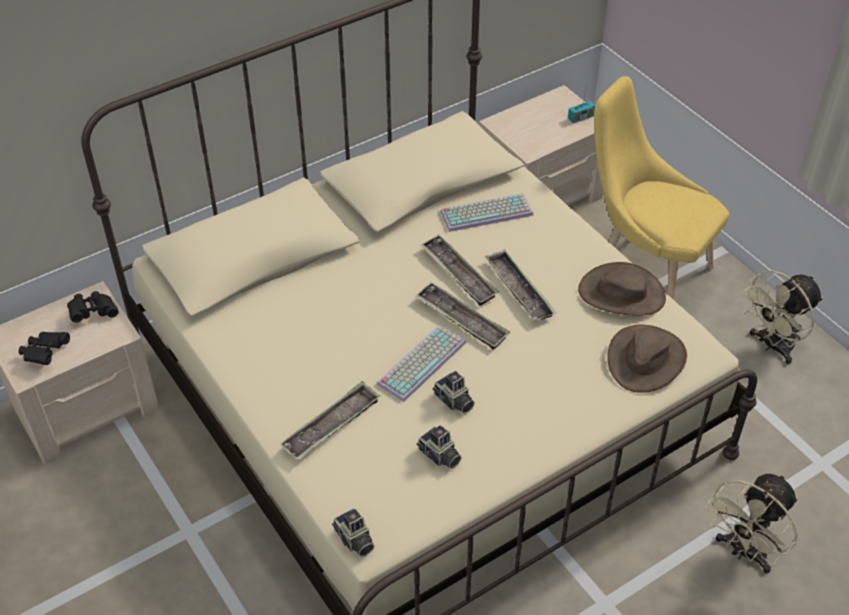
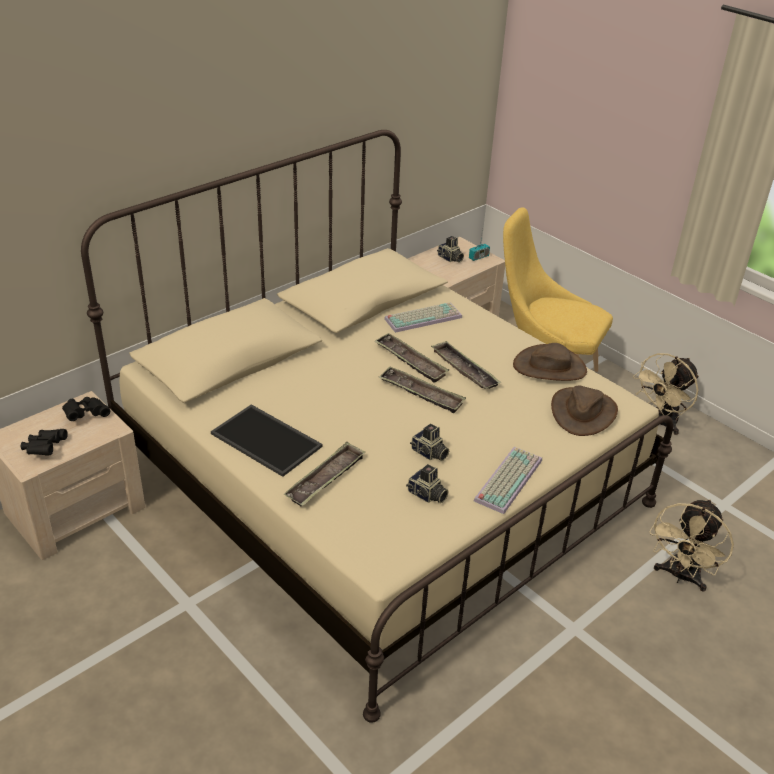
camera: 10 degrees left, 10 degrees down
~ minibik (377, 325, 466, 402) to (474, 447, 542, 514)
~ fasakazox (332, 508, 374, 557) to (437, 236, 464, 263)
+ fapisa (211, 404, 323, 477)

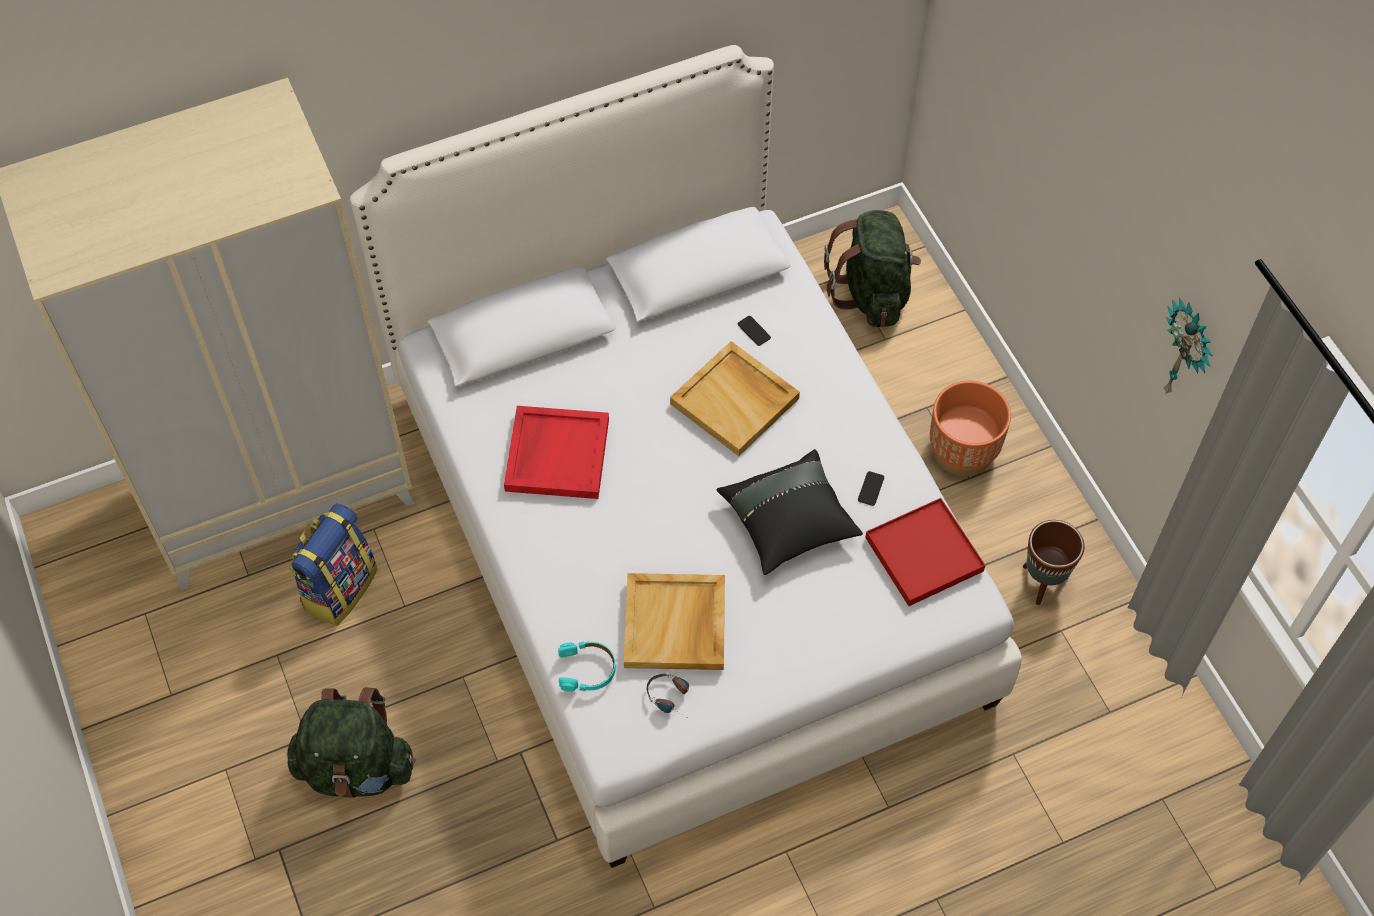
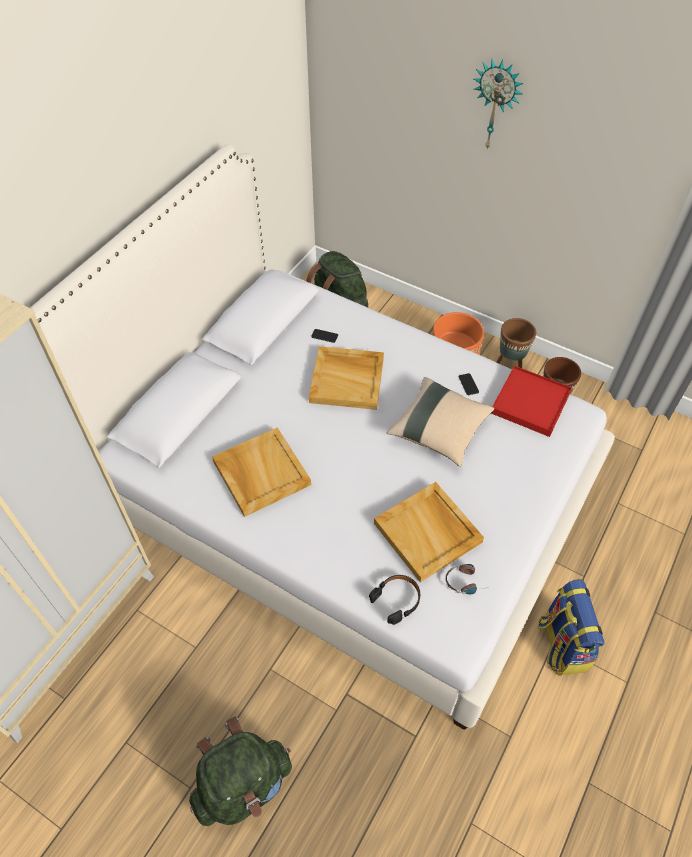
camera: 35 degrees left, 5 degrees down
~ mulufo (1163, 298, 1213, 394) to (474, 58, 524, 149)
~ red fapisa (504, 406, 609, 499) to beige fapisa (212, 428, 311, 517)
~ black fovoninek (716, 449, 863, 575) to beige fovoninek (387, 377, 495, 466)
~ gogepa (289, 504, 377, 626) to (537, 579, 605, 676)
~ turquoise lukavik (558, 641, 616, 692) to black lukavik (369, 575, 420, 625)
+ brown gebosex (496, 318, 536, 368)

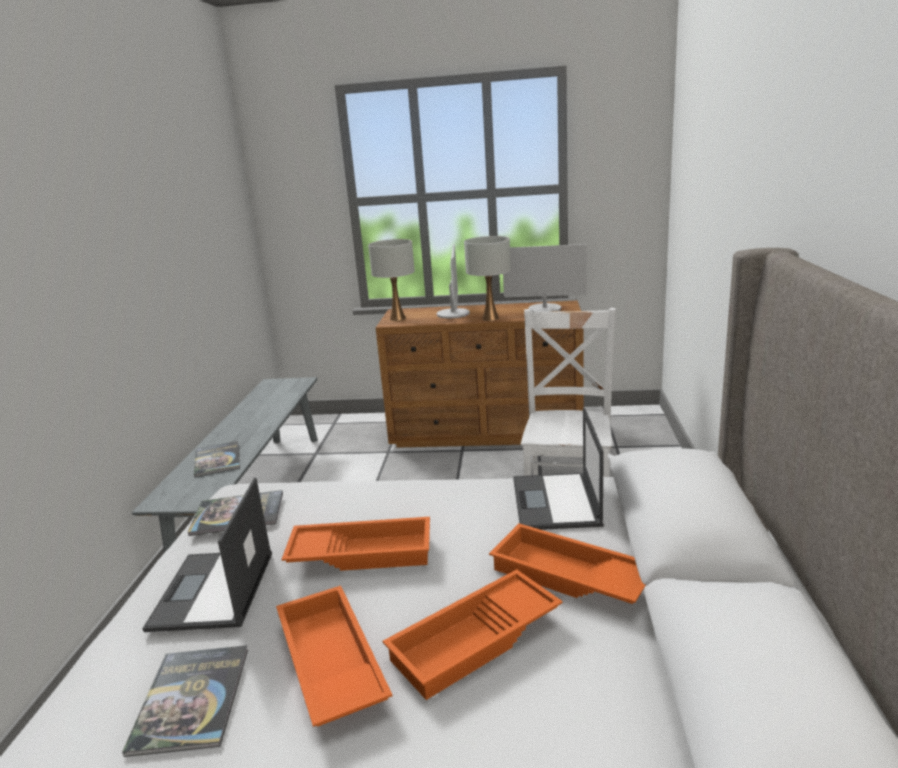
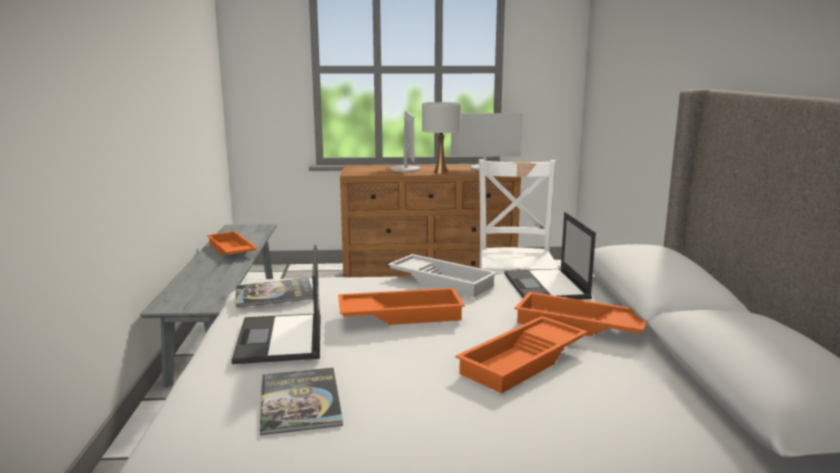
camera: 10 degrees left, 5 degrees down
- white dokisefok (368, 239, 415, 321)
- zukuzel (194, 441, 240, 477)
~ orange fapisa (276, 586, 392, 727) to (207, 231, 257, 255)
+ white fapisa (388, 254, 497, 298)

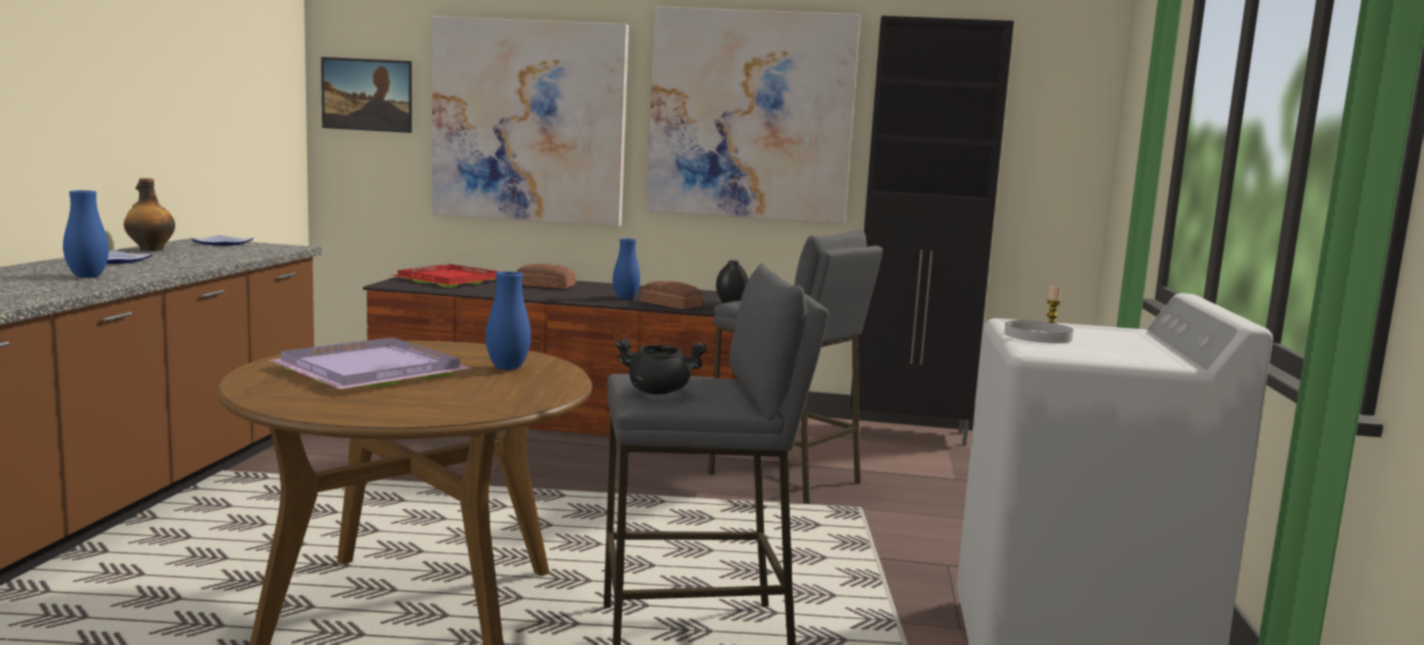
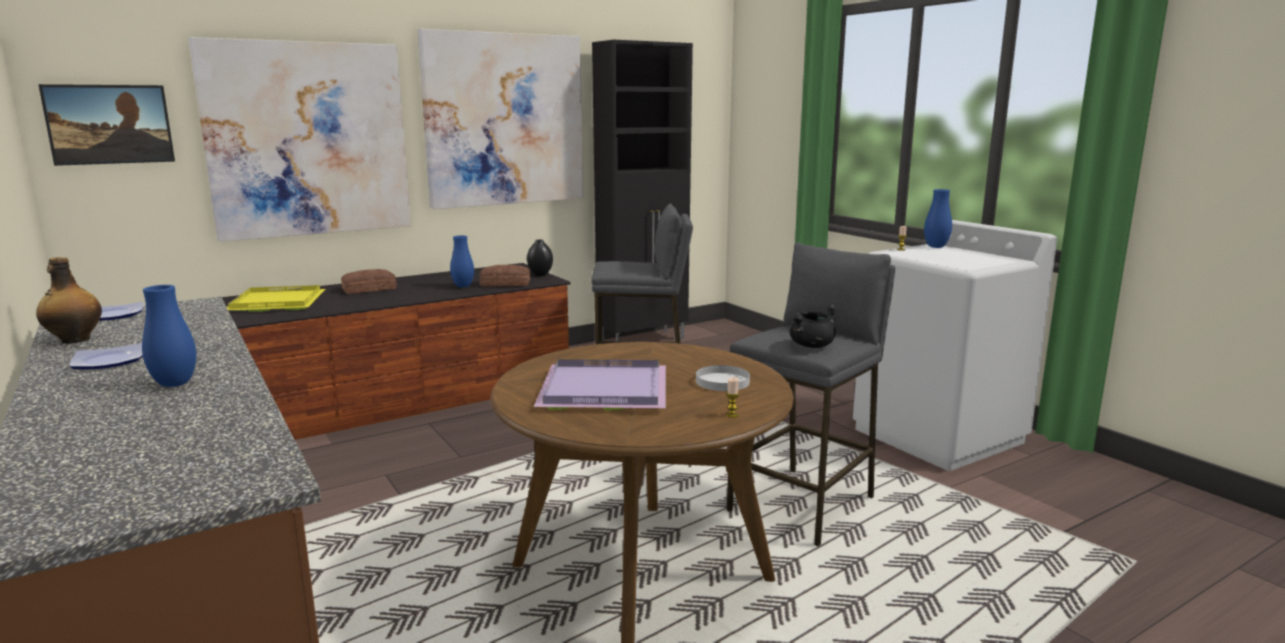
camera: 40 degrees left, 5 degrees up
~ red fapisa (392, 264, 499, 287) to yellow fapisa (227, 285, 326, 312)
~ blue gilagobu (486, 271, 531, 370) to (924, 189, 952, 248)
~ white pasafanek (1004, 320, 1073, 343) to (696, 365, 750, 391)
+ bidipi (726, 377, 739, 418)

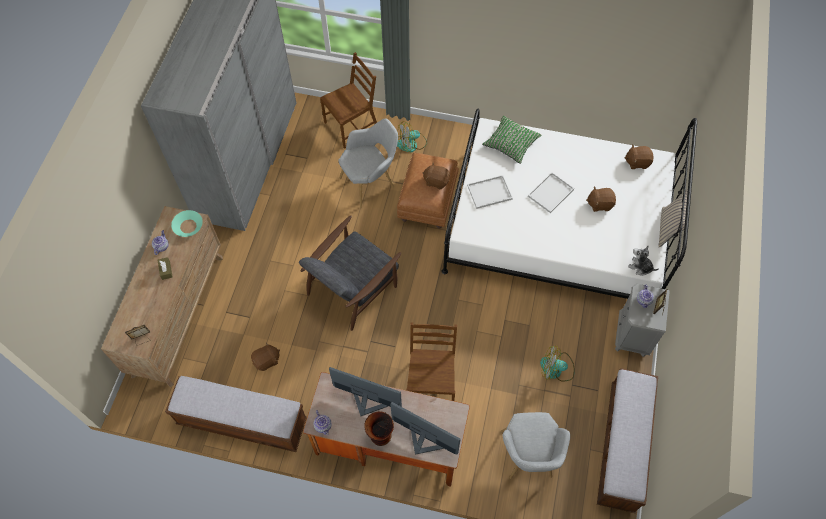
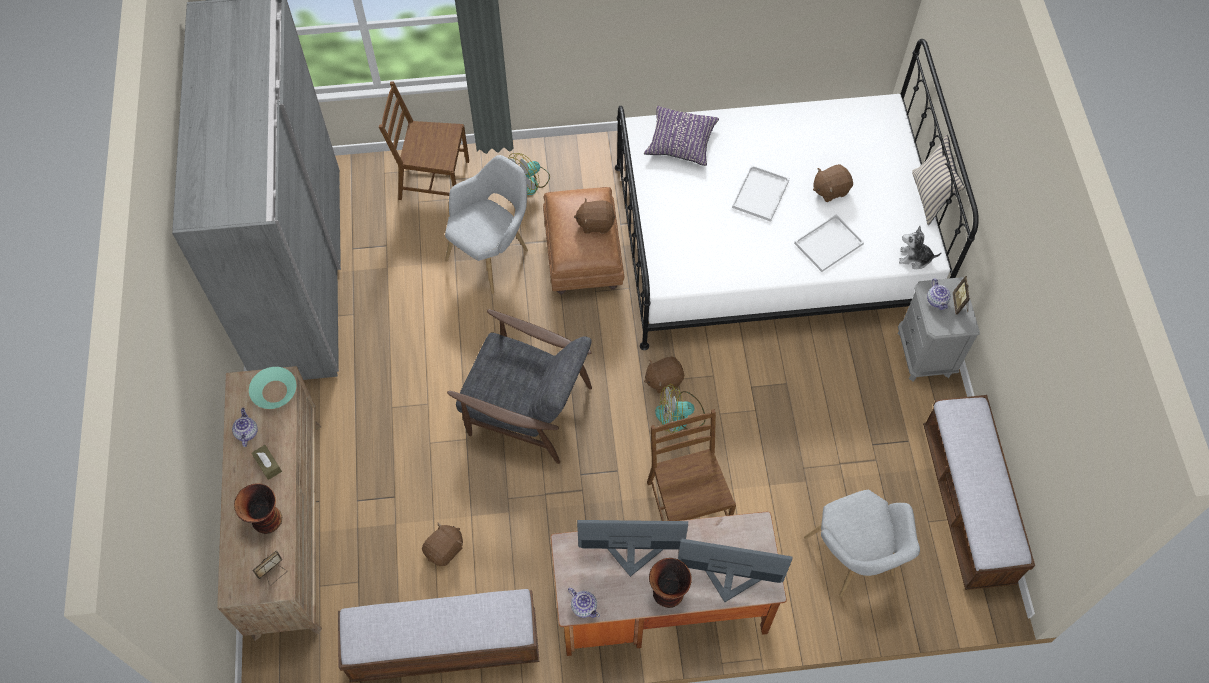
camera: 20 degrees left, 0 degrees up
~ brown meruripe (320, 52, 377, 149) = (379, 81, 469, 200) 120 degrees counterclockwise
~ green fovoninek (482, 115, 541, 164) to purple fovoninek (644, 106, 719, 166)
~ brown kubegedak (625, 145, 653, 169) to (644, 356, 684, 393)
~ white fapisa (467, 175, 513, 209) to (794, 214, 864, 272)
~ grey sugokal (299, 215, 401, 331) = (447, 309, 592, 464) 90 degrees counterclockwise
~ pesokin (540, 346, 575, 382) to (655, 384, 706, 434)
+ gilagobu (234, 483, 282, 534)

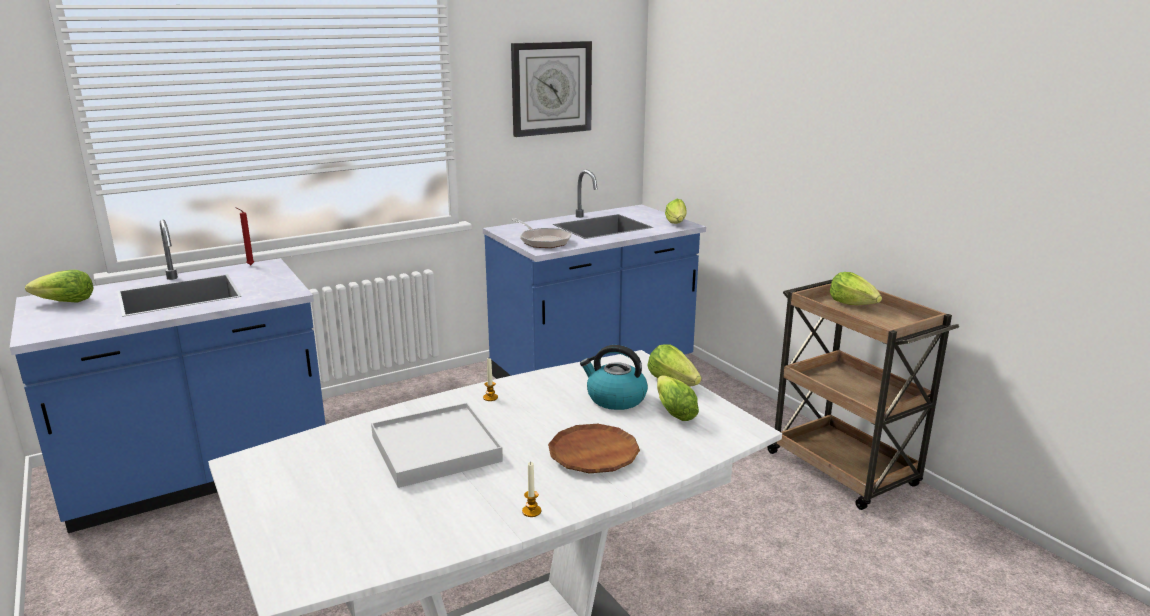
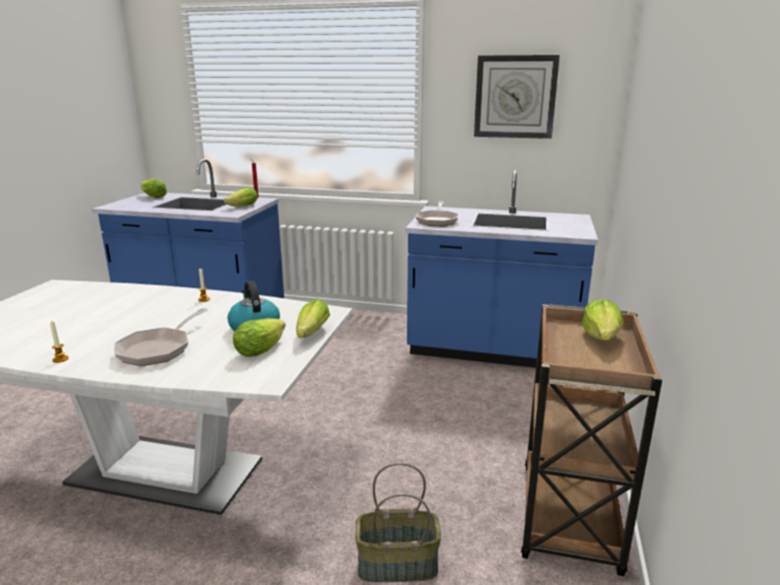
camera: 45 degrees right, 0 degrees up
~ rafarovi (665, 199, 687, 224) to (224, 187, 257, 206)
- white fapisa (371, 403, 503, 488)
~ brown pasafanek (548, 424, 640, 473) to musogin (114, 308, 208, 366)
+ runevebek (355, 463, 441, 583)

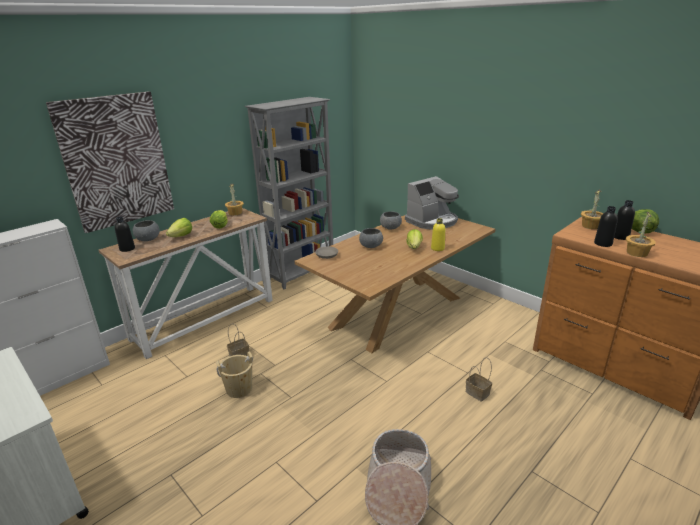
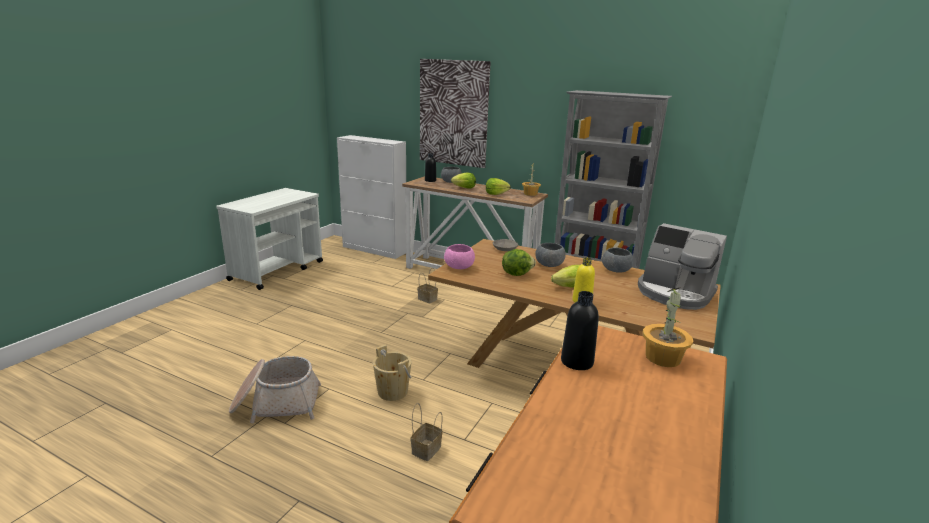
camera: 70 degrees right, 5 degrees down
- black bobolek (614, 200, 635, 240)
~ rafarovi (632, 209, 659, 233) to (502, 249, 536, 276)
- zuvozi (626, 212, 656, 257)
~ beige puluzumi (216, 351, 253, 398) to (373, 345, 412, 401)
+ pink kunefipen (444, 244, 475, 269)

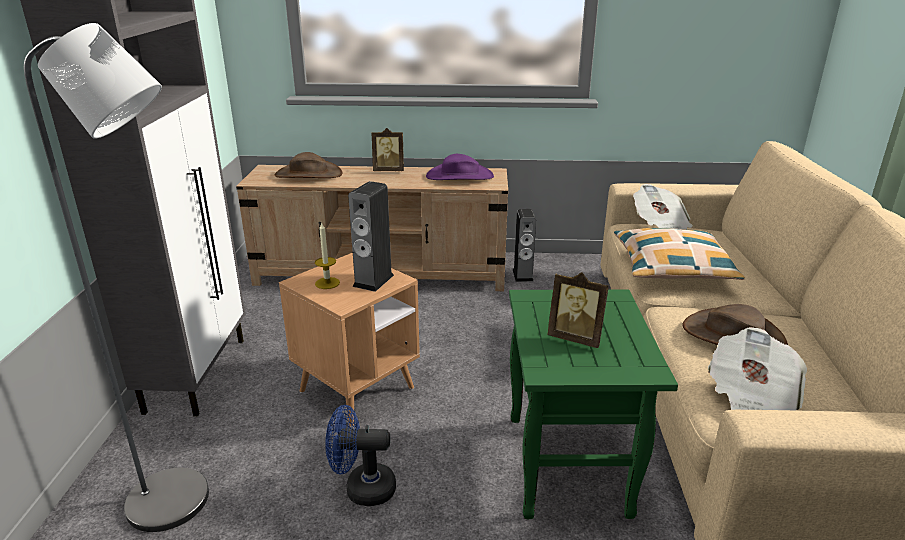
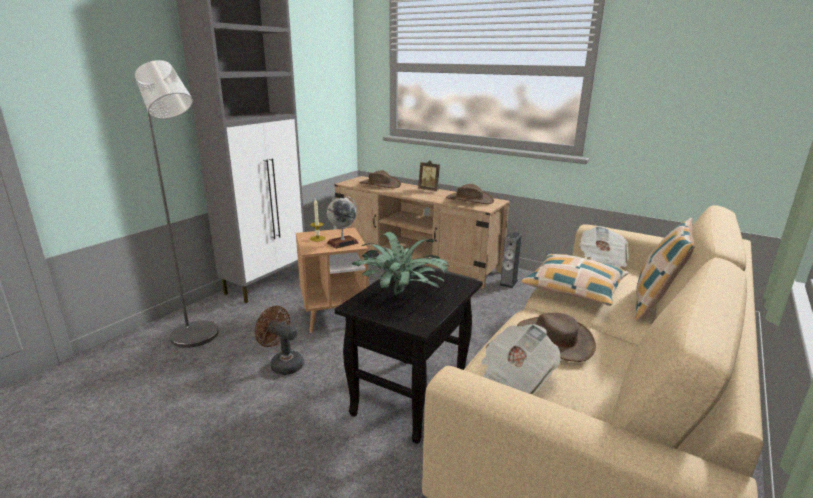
camera: 30 degrees right, 5 degrees down
~ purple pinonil (426, 154, 494, 180) to brown pinonil (446, 184, 494, 204)
~ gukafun (348, 181, 394, 292) to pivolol (327, 196, 359, 249)
~ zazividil (547, 272, 609, 348) to zuvozi (352, 232, 449, 297)
~ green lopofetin (509, 290, 678, 519) to black lopofetin (335, 266, 483, 444)
~ blue pesokin (325, 405, 396, 506) to brown pesokin (255, 306, 304, 375)
+ fovoninek (636, 218, 695, 321)

